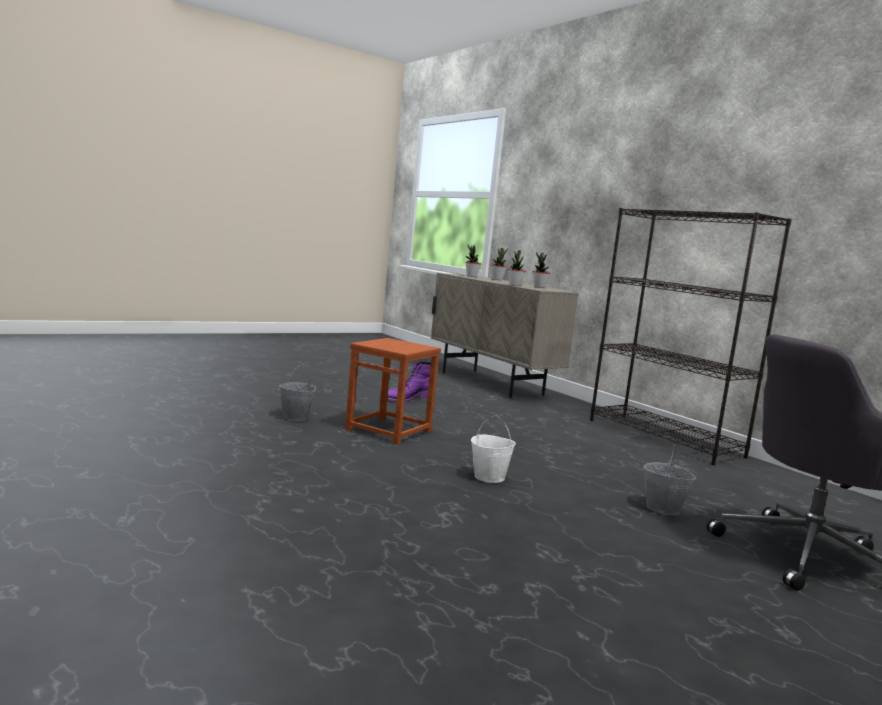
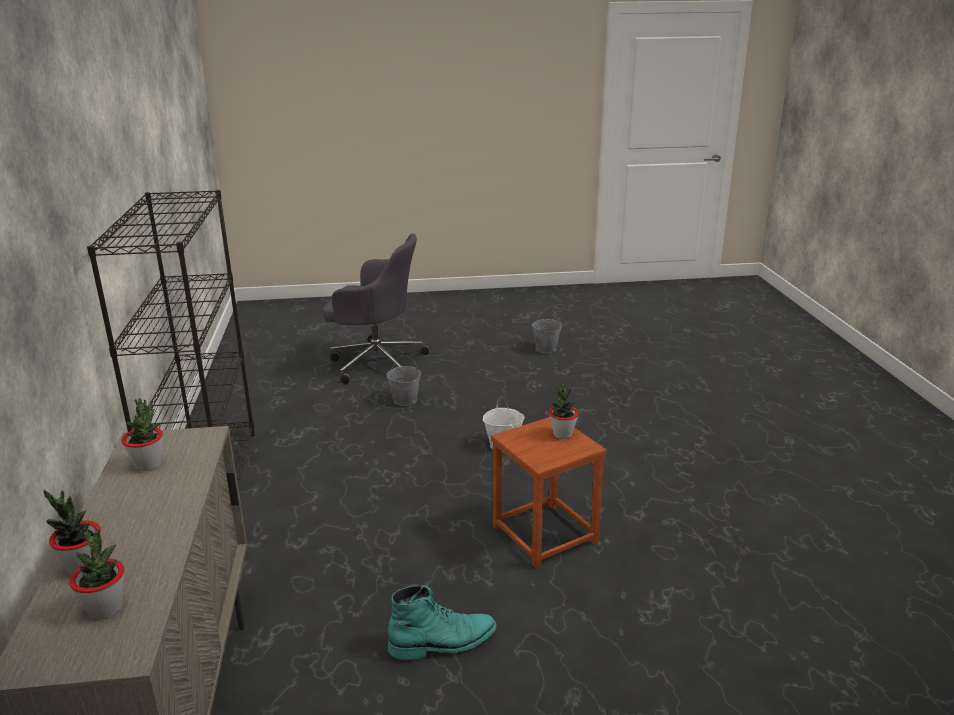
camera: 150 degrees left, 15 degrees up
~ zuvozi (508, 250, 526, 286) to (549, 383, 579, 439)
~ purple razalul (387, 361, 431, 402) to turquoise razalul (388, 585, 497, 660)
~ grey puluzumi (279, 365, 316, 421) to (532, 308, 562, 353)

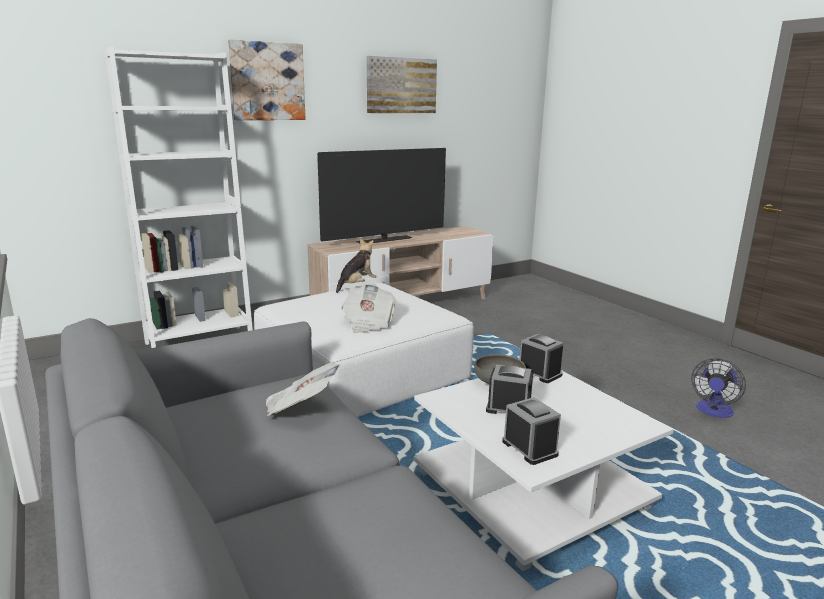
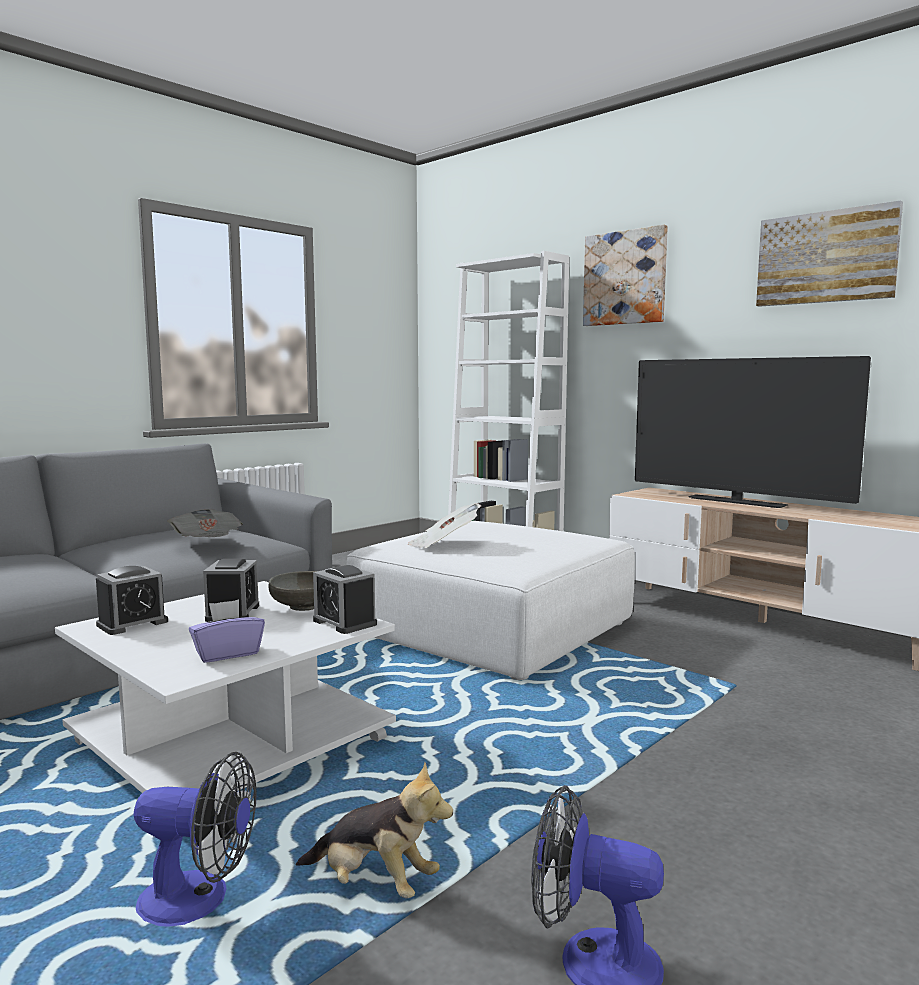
camera: 75 degrees right, 10 degrees down
~ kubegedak (336, 239, 377, 293) to (296, 762, 453, 899)
~ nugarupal (519, 334, 564, 383) = (313, 565, 377, 634) 105 degrees clockwise
+ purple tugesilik (189, 600, 265, 663)
+ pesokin (134, 752, 257, 926)

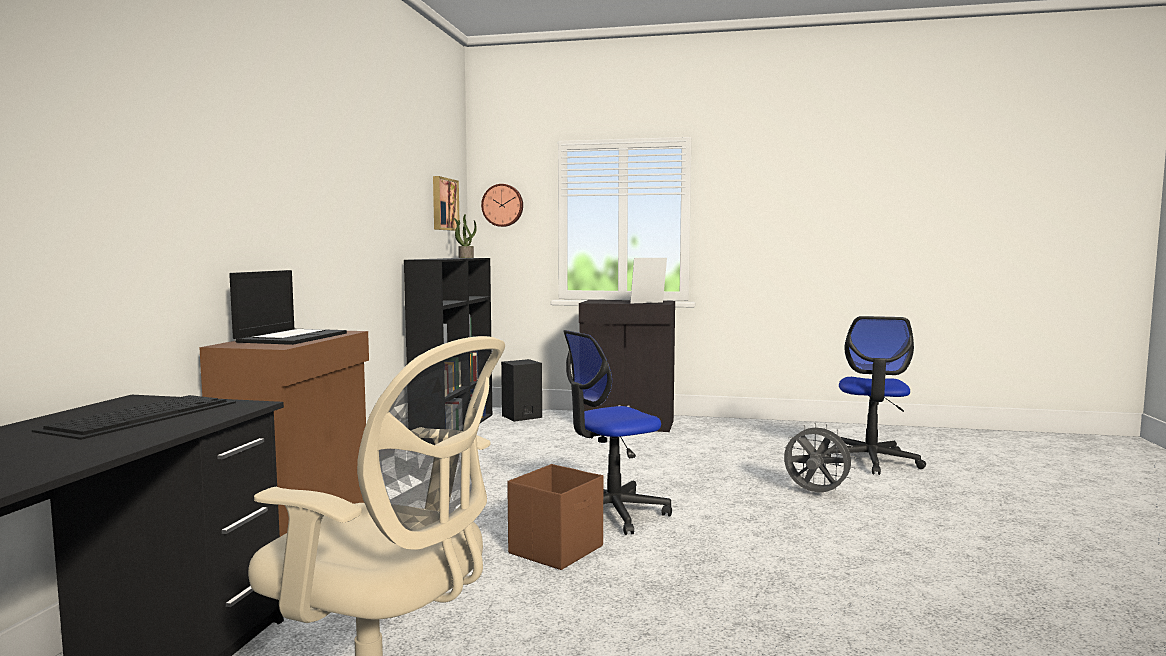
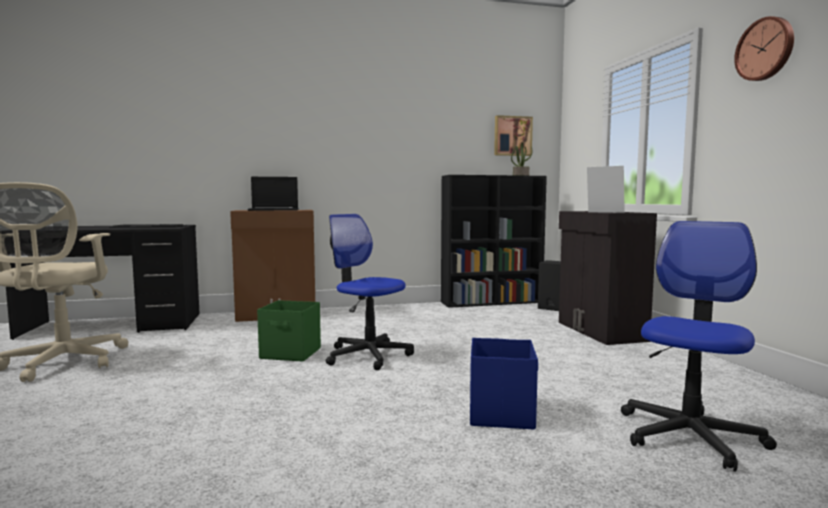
camera: 65 degrees right, 0 degrees up
~ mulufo (481, 184, 523, 227) to (734, 16, 794, 81)
~ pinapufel (826, 316, 926, 475) = (621, 221, 777, 472) 135 degrees clockwise
~ grey pesokin (784, 423, 856, 493) to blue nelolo (470, 338, 538, 429)
~ brown nelolo (507, 464, 603, 570) to green nelolo (257, 300, 321, 362)

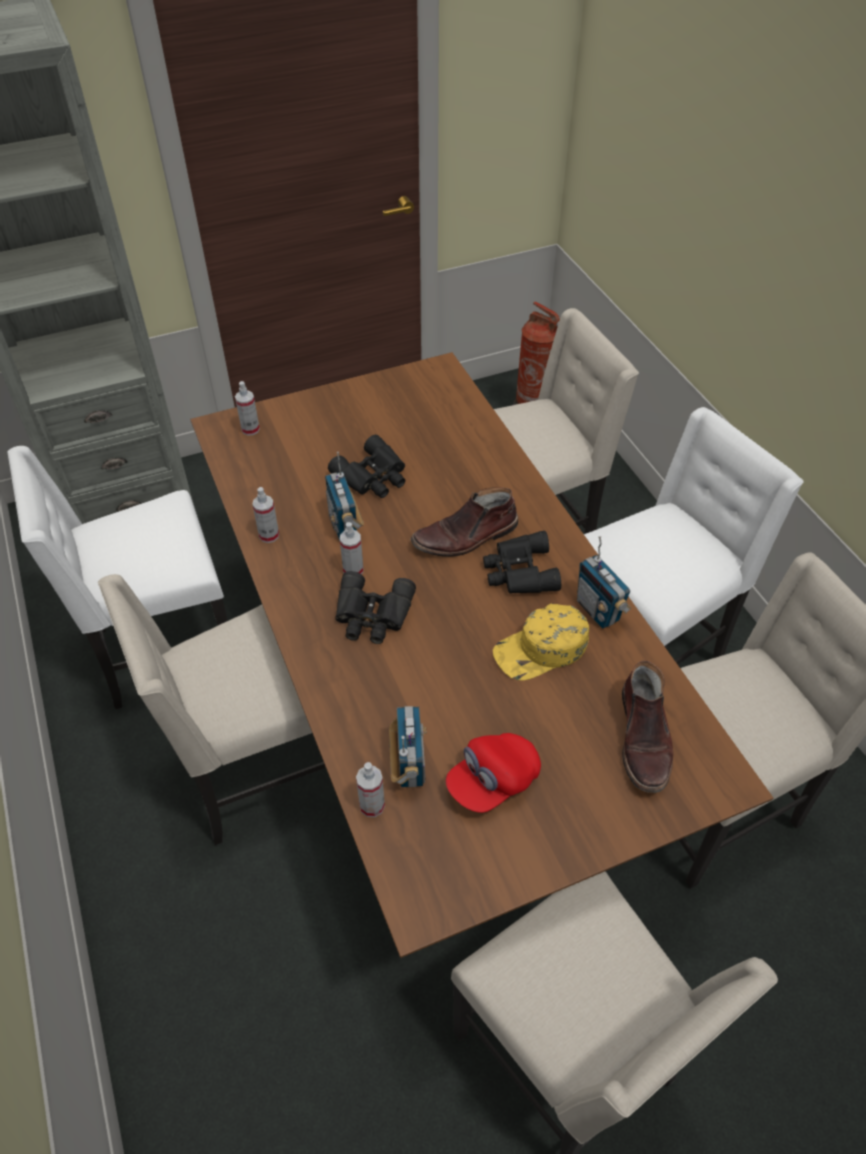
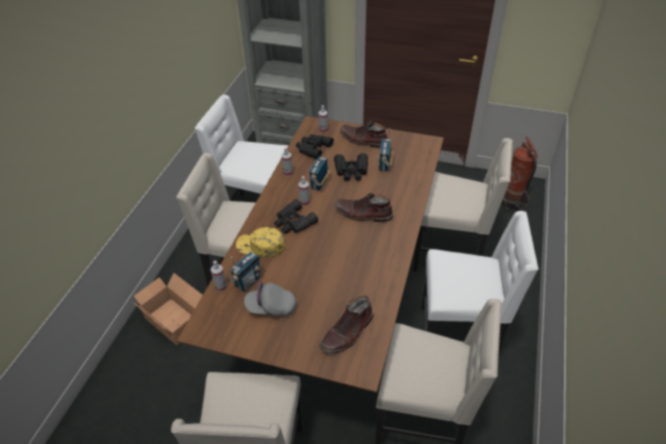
camera: 40 degrees right, 5 degrees down
~ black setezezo (483, 531, 561, 593) to (296, 134, 334, 159)
~ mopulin (577, 536, 632, 629) to (377, 128, 393, 171)
~ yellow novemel (493, 603, 589, 681) to (236, 227, 285, 258)
~ red novemel (446, 733, 541, 813) to grey novemel (244, 281, 296, 316)
+ brown razalul (340, 121, 387, 148)
+ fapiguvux (131, 273, 203, 345)

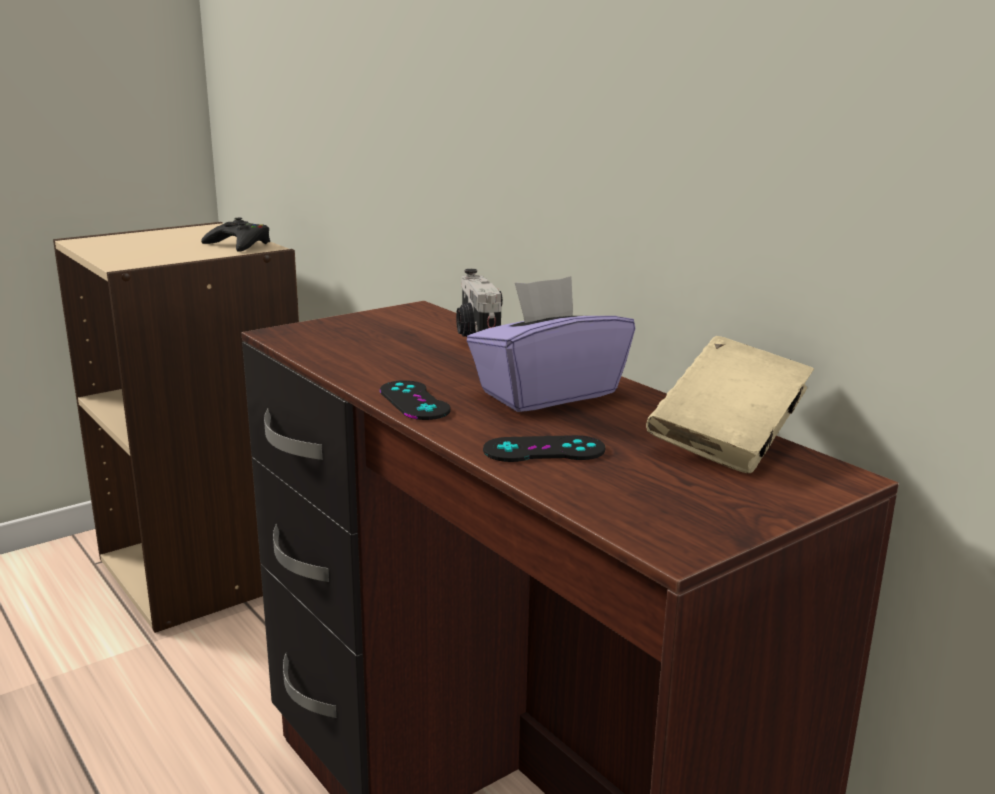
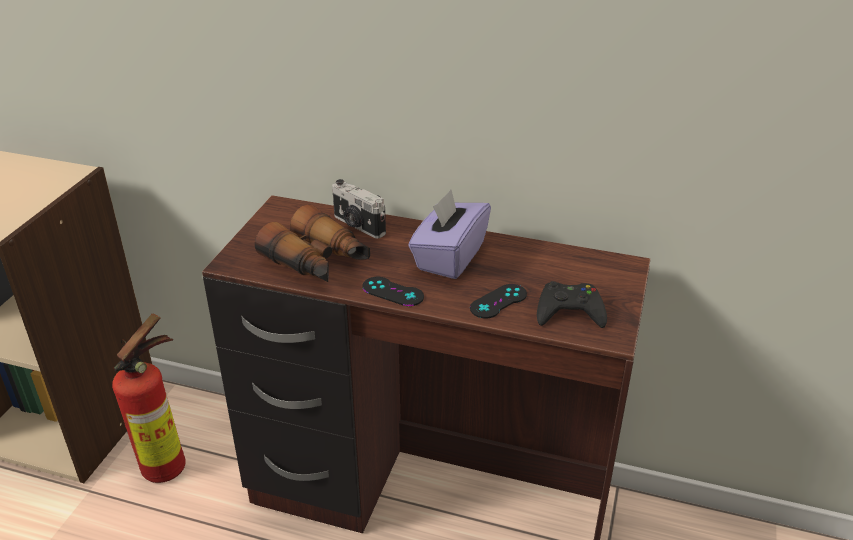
camera: 35 degrees left, 15 degrees up
~ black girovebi (201, 218, 270, 252) to (537, 281, 607, 328)
- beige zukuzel (646, 336, 814, 473)
+ setezezo (255, 204, 370, 282)
+ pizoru (112, 314, 186, 483)

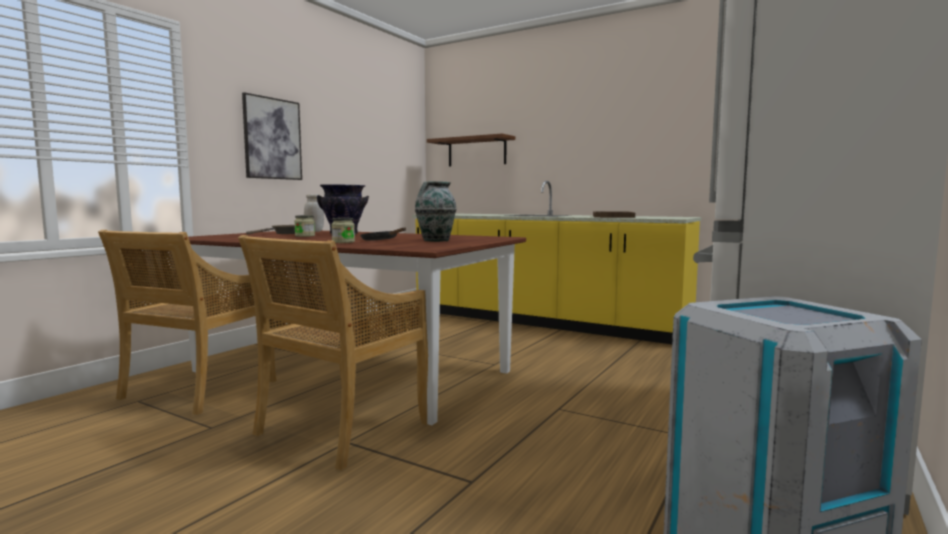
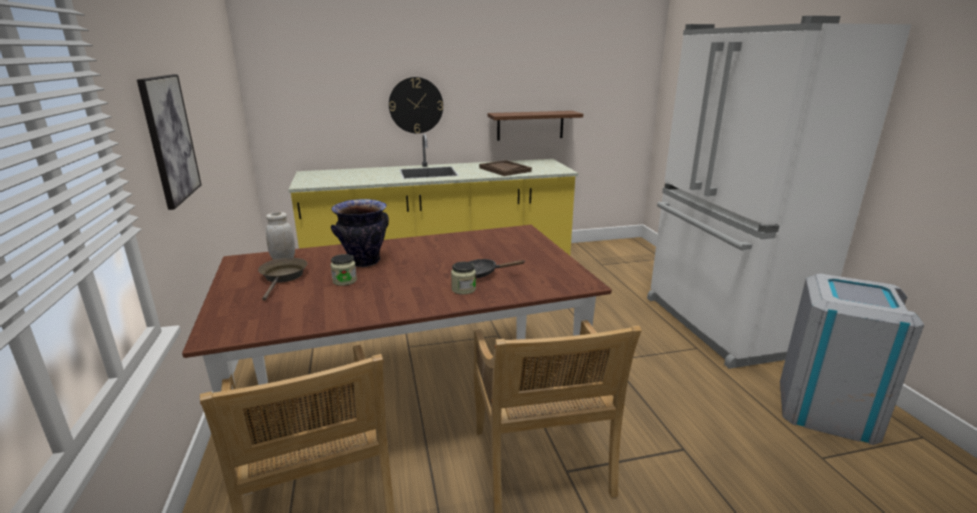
camera: 45 degrees left, 15 degrees up
~ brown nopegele (427, 133, 515, 167) to (488, 111, 583, 141)
- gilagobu (415, 181, 457, 242)
+ mulufo (389, 77, 443, 133)

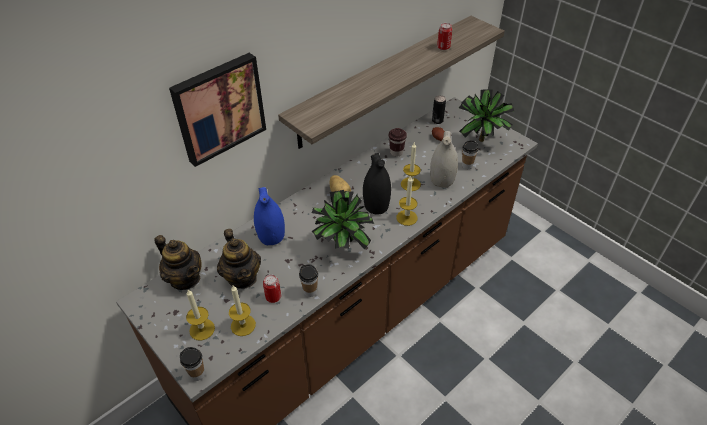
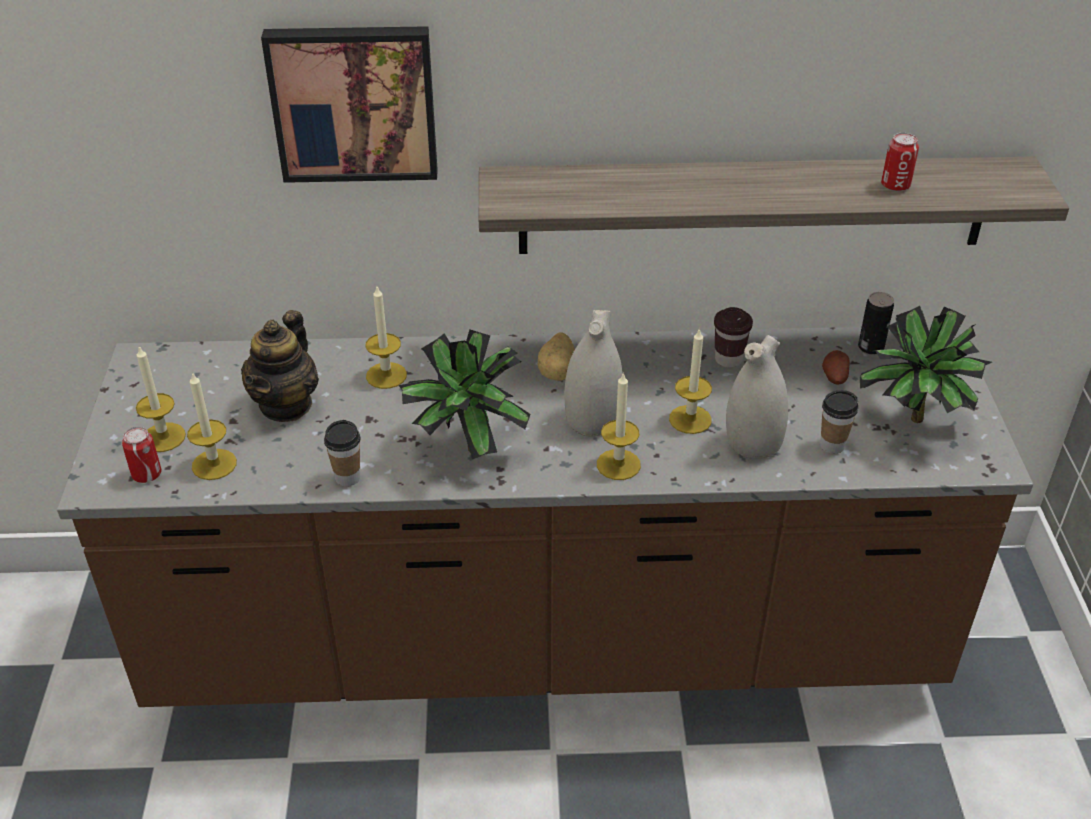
camera: 40 degrees right, 5 degrees down
~ black gilagobu (363, 153, 391, 214) to white gilagobu (564, 310, 623, 436)
~ blue gilagobu (254, 187, 285, 245) to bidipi (365, 287, 407, 389)
- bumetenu (154, 235, 202, 290)
~ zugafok (263, 275, 281, 303) to (122, 427, 162, 483)
- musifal (180, 347, 205, 381)

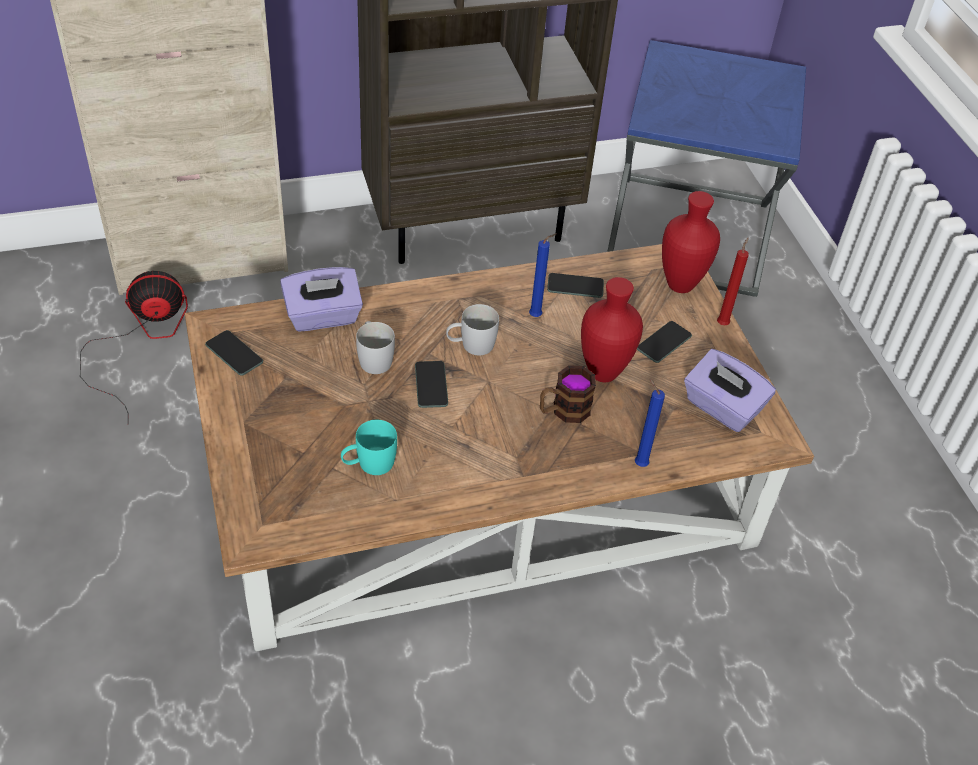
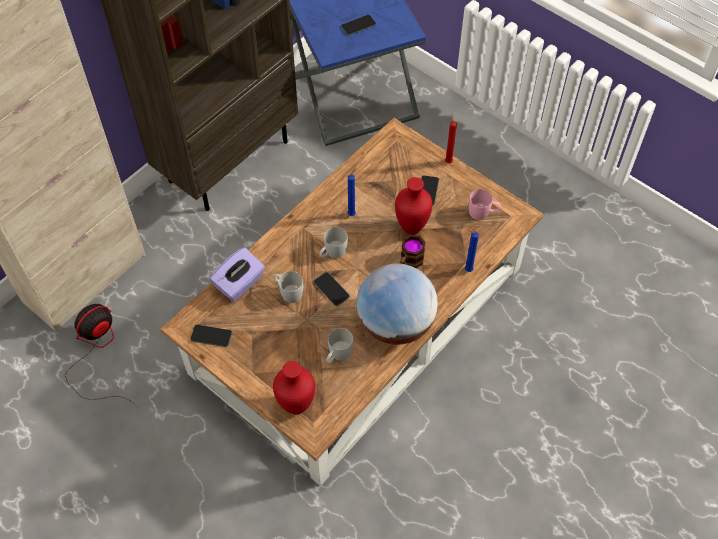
camera: 30 degrees left, 10 degrees up
~ red gilagobu (662, 191, 720, 293) to (273, 361, 315, 415)
~ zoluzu (547, 273, 604, 298) to (341, 15, 376, 36)
~ purple tugesilik (684, 349, 776, 432) to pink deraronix (469, 189, 501, 220)
~ turquoise deraronix (341, 420, 397, 475) to white deraronix (326, 328, 353, 363)
+ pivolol (357, 264, 438, 345)

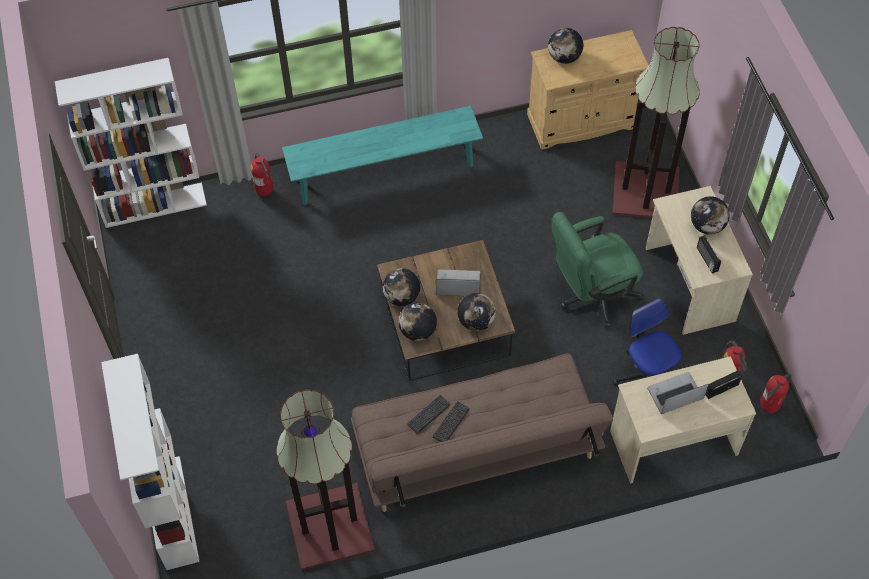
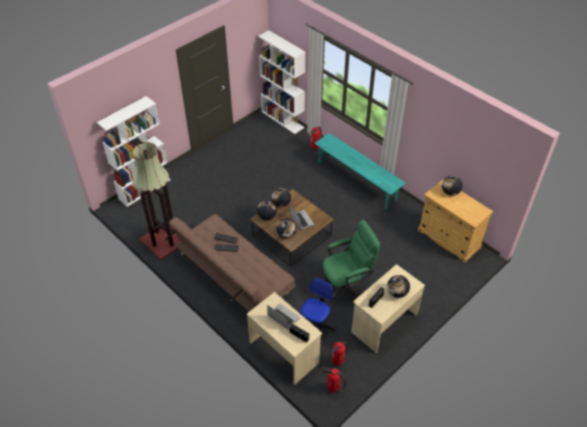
camera: 60 degrees right, 10 degrees down
- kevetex (613, 27, 699, 218)
~ green pinapufel (551, 212, 644, 328) = (322, 220, 381, 303) 120 degrees clockwise

